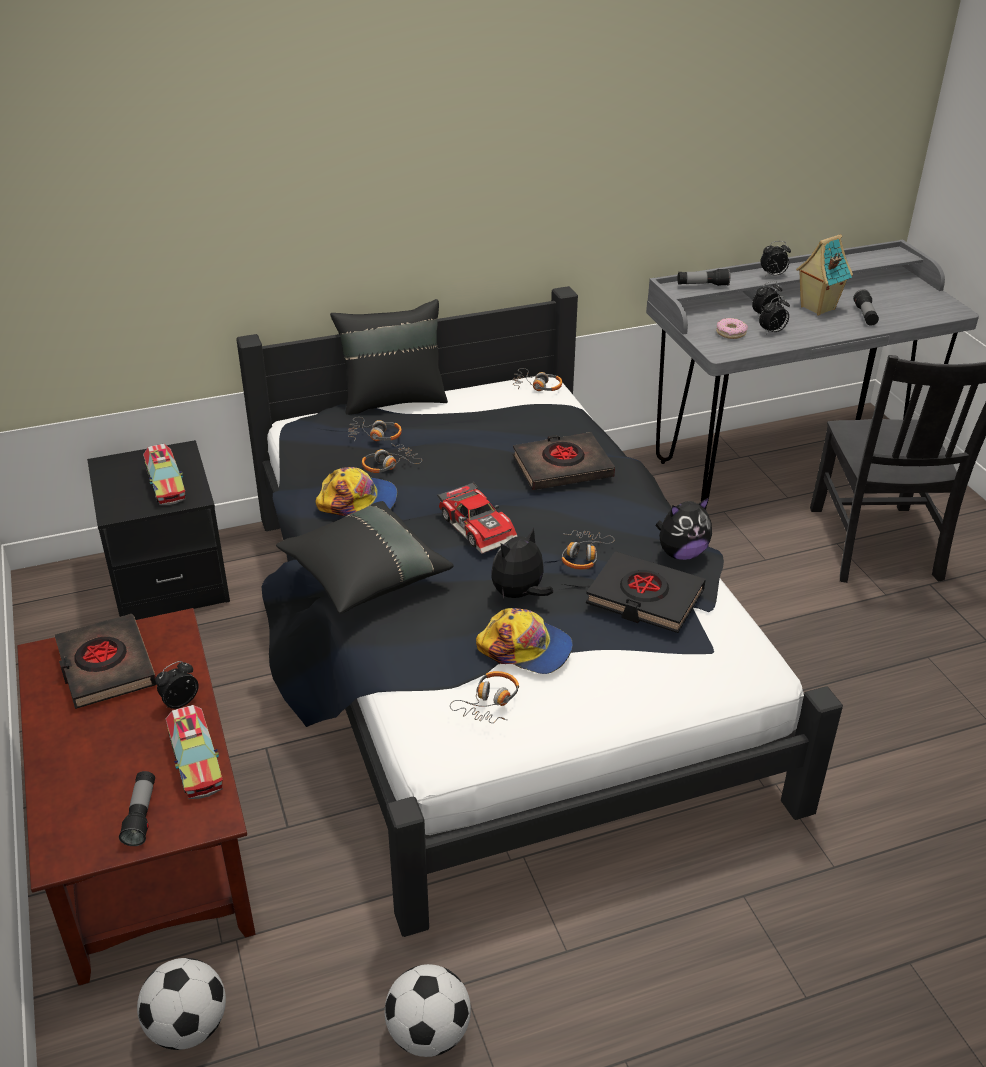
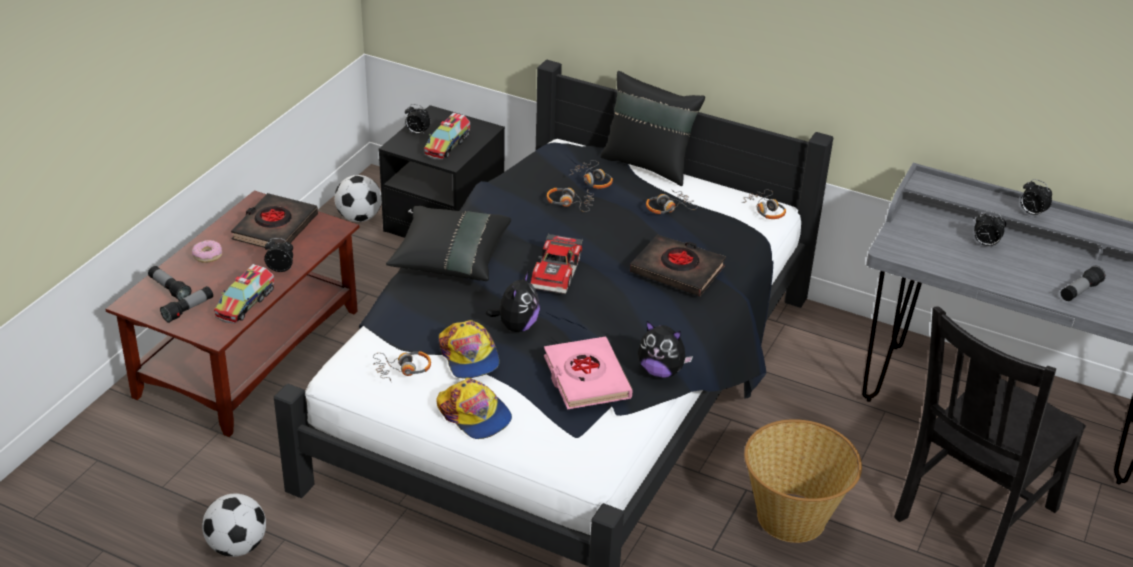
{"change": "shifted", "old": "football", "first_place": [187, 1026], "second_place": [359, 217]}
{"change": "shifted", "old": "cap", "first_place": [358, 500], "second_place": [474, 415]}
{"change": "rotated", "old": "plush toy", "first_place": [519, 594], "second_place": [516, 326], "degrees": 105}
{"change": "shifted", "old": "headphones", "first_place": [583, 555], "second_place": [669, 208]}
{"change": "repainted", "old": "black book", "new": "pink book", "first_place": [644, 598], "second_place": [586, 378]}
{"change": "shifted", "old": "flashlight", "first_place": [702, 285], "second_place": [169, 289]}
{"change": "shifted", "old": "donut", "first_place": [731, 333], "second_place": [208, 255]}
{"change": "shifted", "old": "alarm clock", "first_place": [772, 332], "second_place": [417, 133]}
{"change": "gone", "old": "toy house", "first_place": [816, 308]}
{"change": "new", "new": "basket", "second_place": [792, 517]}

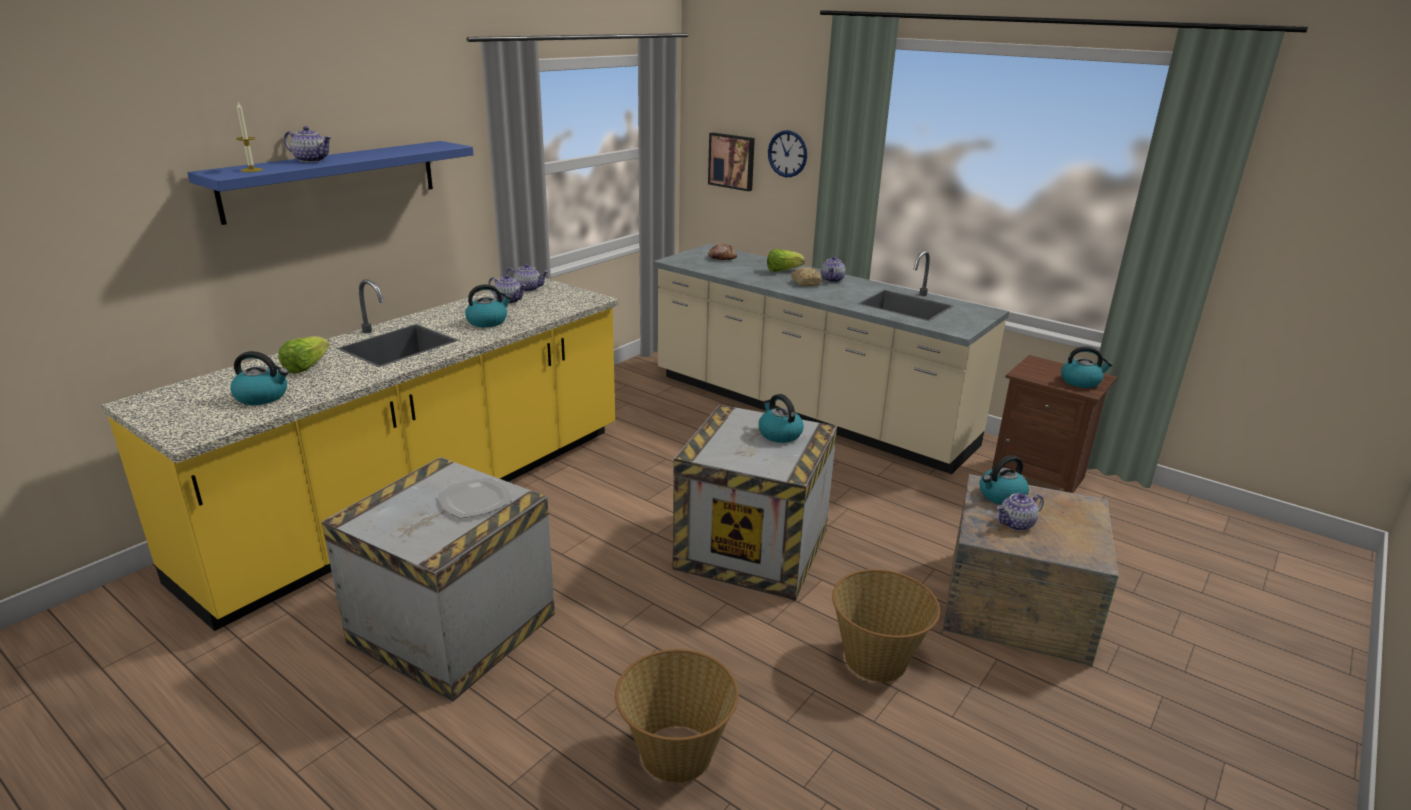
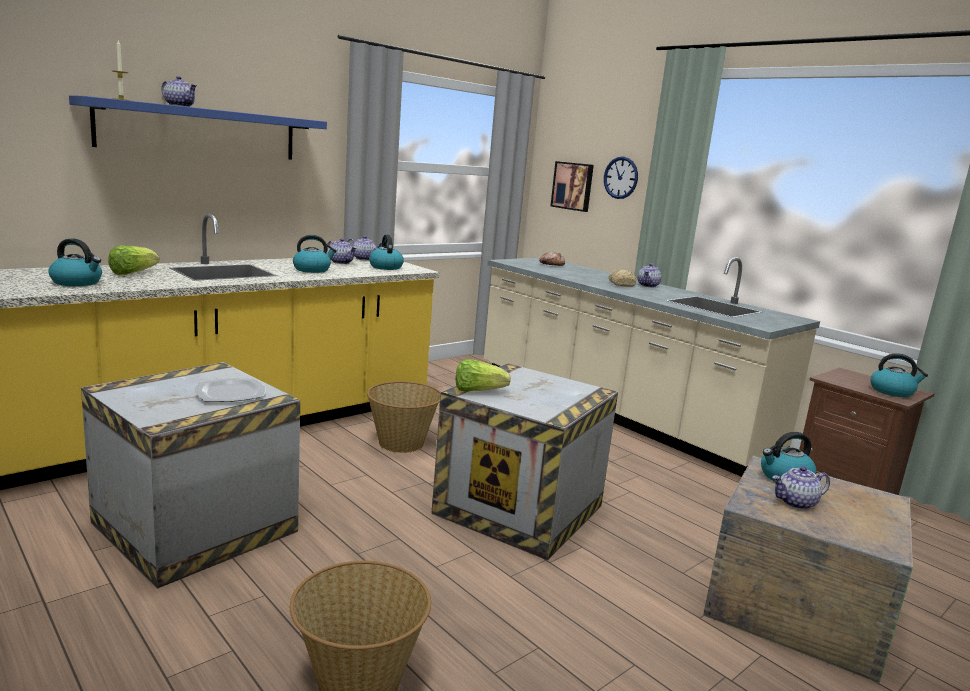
{"change": "shifted", "old": "kettle", "first_place": [779, 434], "second_place": [385, 267]}
{"change": "shifted", "old": "lettuce", "first_place": [782, 271], "second_place": [477, 391]}
{"change": "shifted", "old": "basket", "first_place": [877, 659], "second_place": [402, 443]}

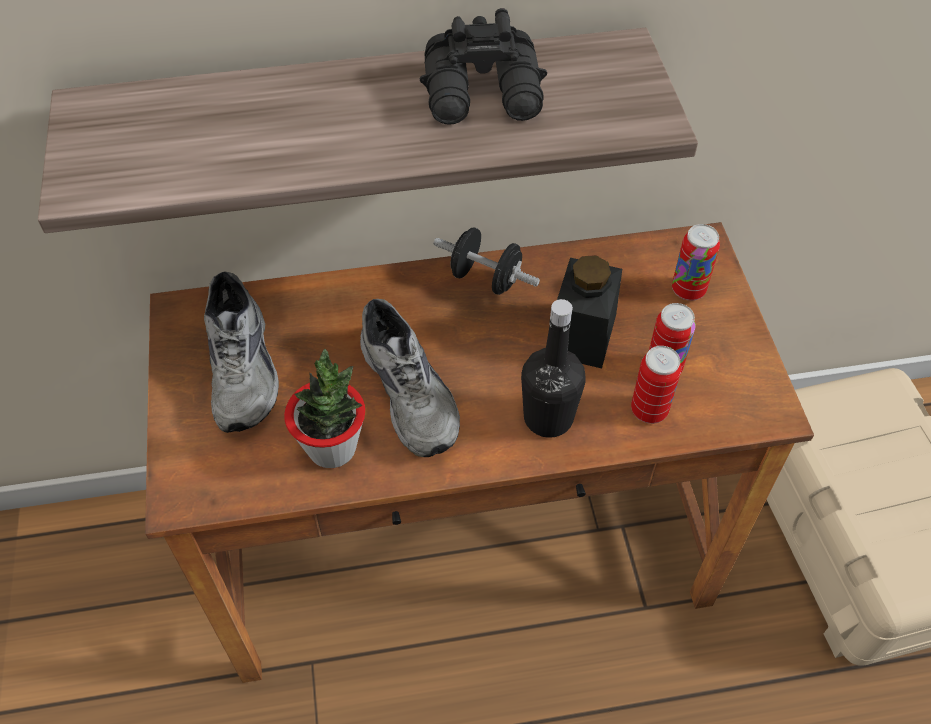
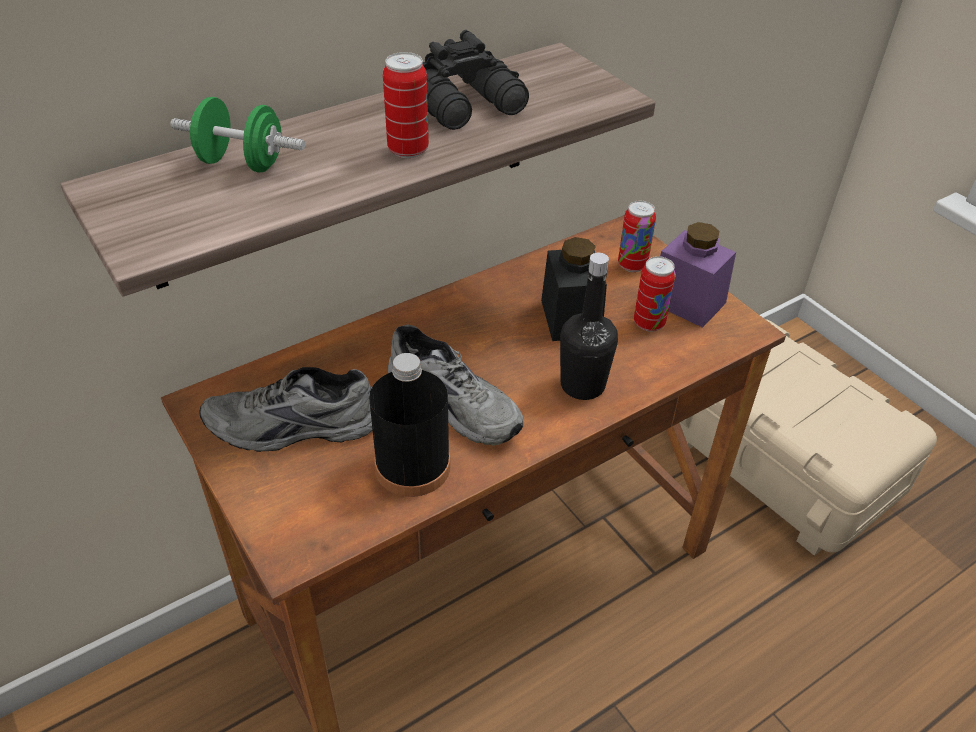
{"change": "rotated", "old": "grey shoe", "first_place": [245, 368], "second_place": [292, 429], "degrees": 120}
{"change": "swapped", "old": "potted plant", "new": "black bottle", "first_place": [332, 448], "second_place": [412, 466]}
{"change": "gone", "old": "black dumbbell", "first_place": [485, 278]}
{"change": "shifted", "old": "can", "first_place": [649, 410], "second_place": [408, 150]}
{"change": "new", "new": "green dumbbell", "second_place": [242, 163]}
{"change": "new", "new": "purple jar", "second_place": [687, 302]}

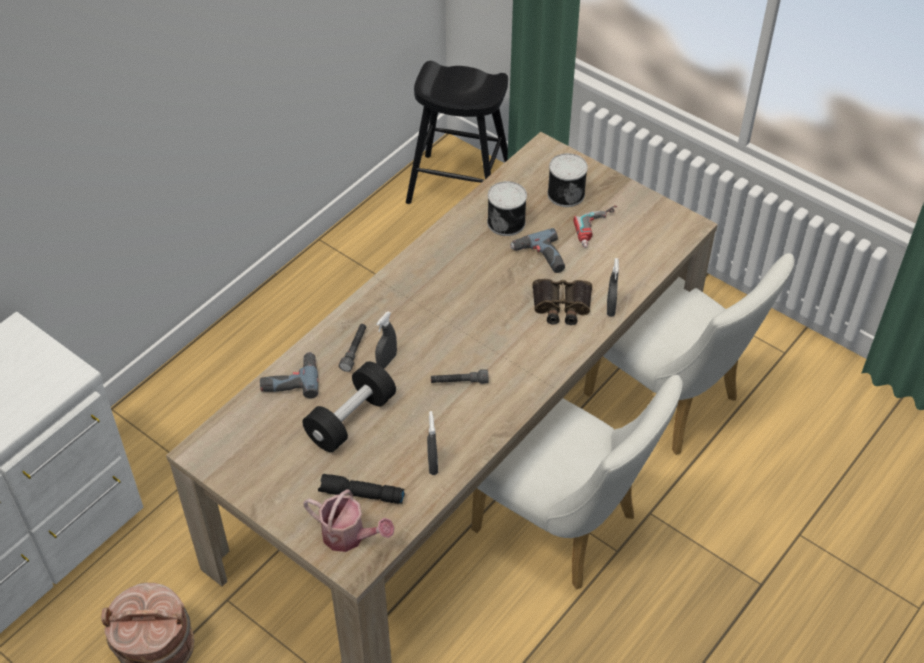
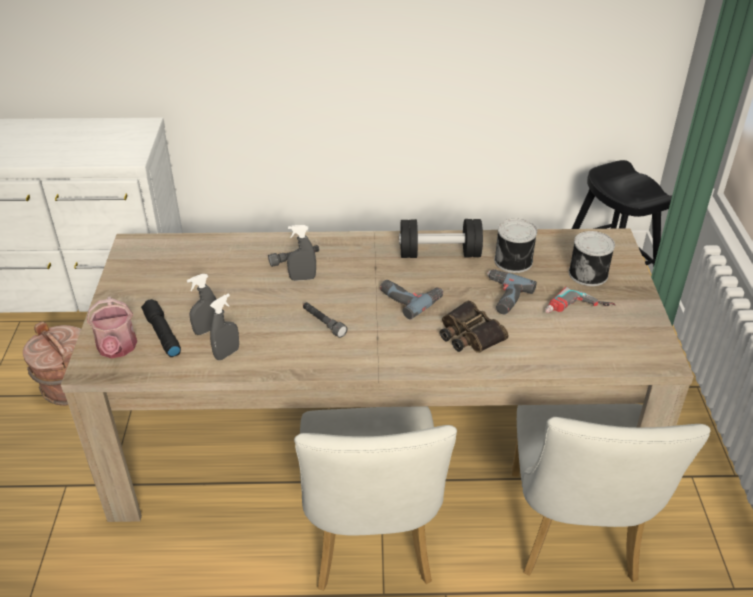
{"change": "shifted", "old": "power drill", "first_place": [290, 379], "second_place": [410, 298]}
{"change": "shifted", "old": "black dumbbell", "first_place": [351, 419], "second_place": [439, 253]}
{"change": "shifted", "old": "grey spray bottle", "first_place": [610, 308], "second_place": [207, 330]}

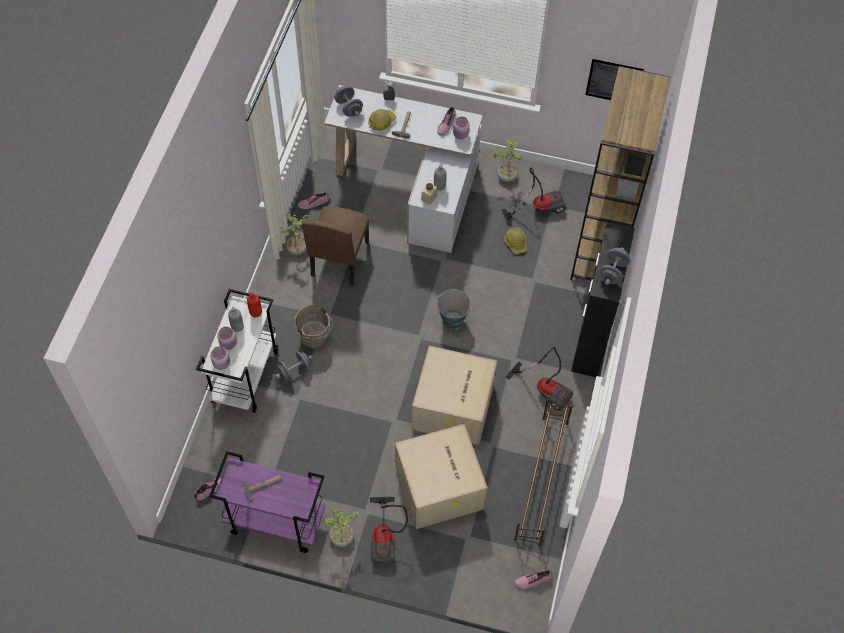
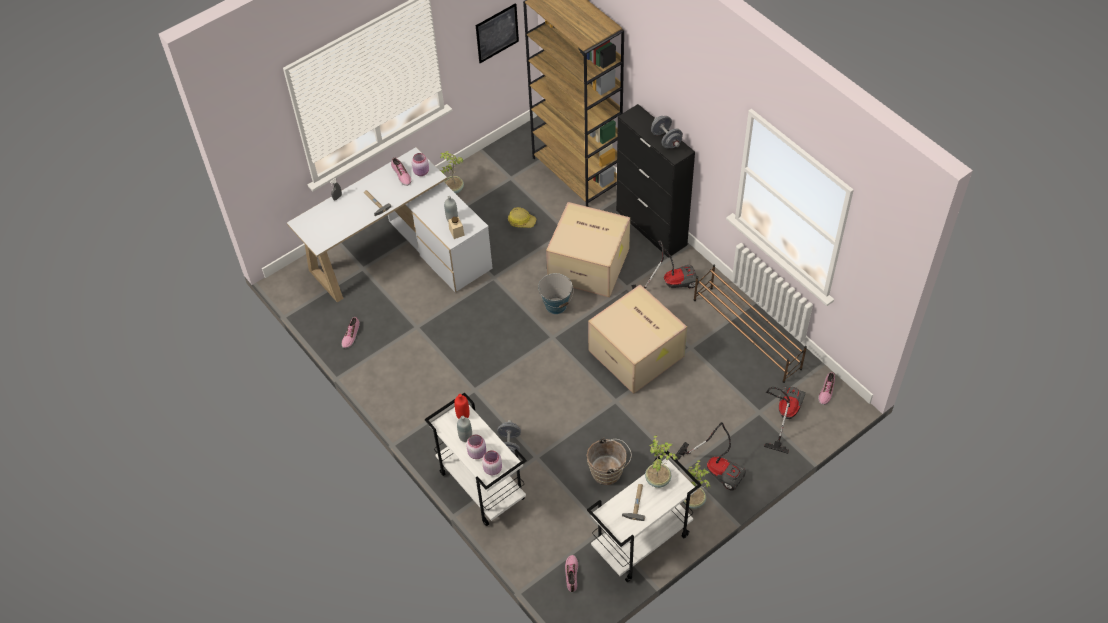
{"change": "repainted", "old": "purple cart", "new": "white cart", "first_place": [275, 522], "second_place": [641, 542]}
{"change": "shifted", "old": "potted plant", "first_place": [297, 249], "second_place": [658, 479]}
{"change": "shifted", "old": "brown bucket", "first_place": [315, 338], "second_place": [609, 472]}
{"change": "gone", "old": "brown chair", "first_place": [339, 258]}
{"change": "gone", "old": "grey dumbbell", "first_place": [349, 108]}
{"change": "gone", "old": "hard hat", "first_place": [381, 122]}
{"change": "shifted", "old": "cardboard box", "first_place": [440, 487], "second_place": [590, 264]}
{"change": "shifted", "old": "vacuum cleaner", "first_place": [538, 208], "second_place": [783, 415]}

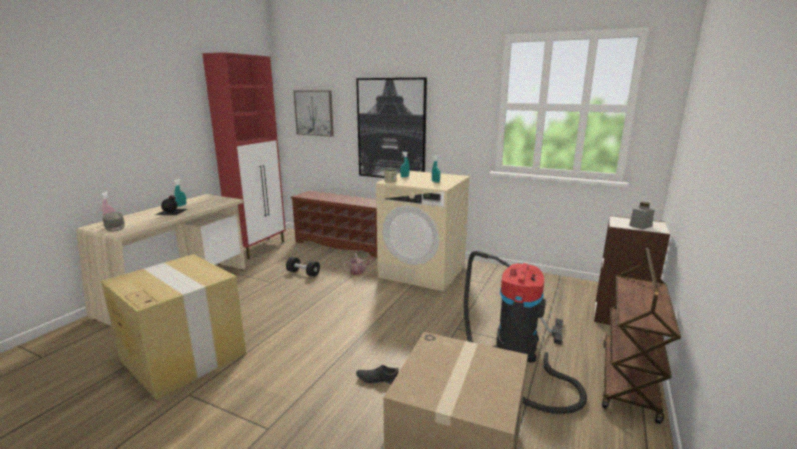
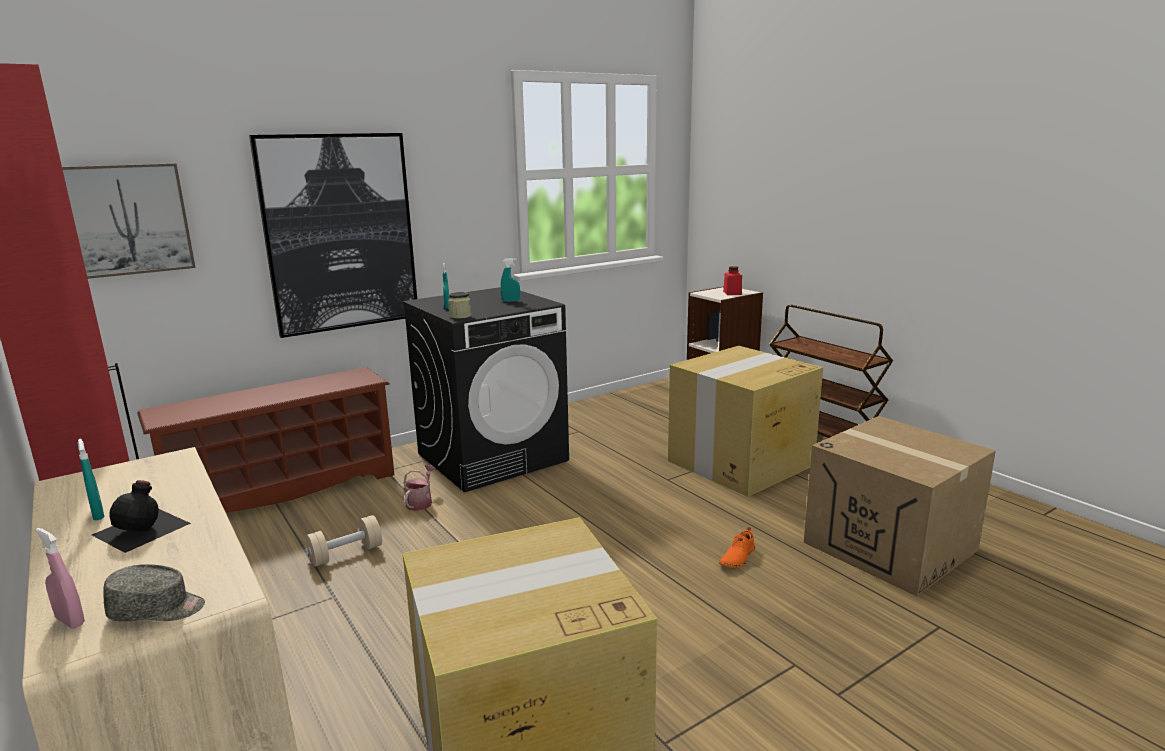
{"change": "repainted", "old": "black dumbbell", "new": "beige dumbbell", "first_place": [303, 273], "second_place": [346, 554]}
{"change": "repainted", "old": "black shoe", "new": "orange shoe", "first_place": [377, 379], "second_place": [737, 557]}
{"change": "repainted", "old": "beige washing machine", "new": "black washing machine", "first_place": [423, 271], "second_place": [493, 457]}
{"change": "swapped", "old": "vacuum cleaner", "new": "cardboard box", "first_place": [516, 350], "second_place": [739, 463]}
{"change": "repainted", "old": "grey jar", "new": "red jar", "first_place": [640, 226], "second_place": [732, 293]}

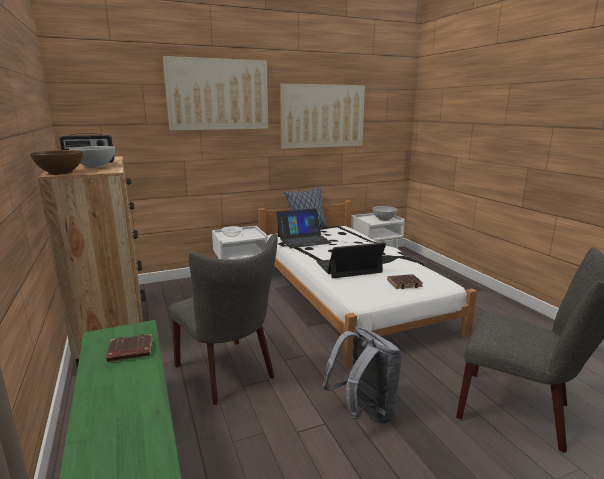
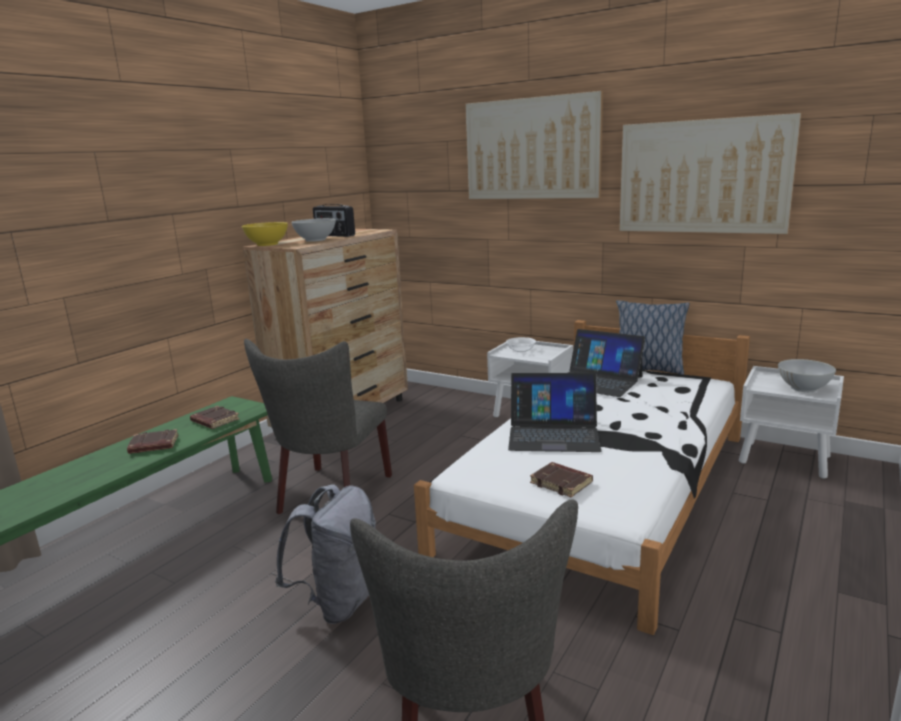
{"change": "repainted", "old": "brown bowl", "new": "yellow bowl", "first_place": [61, 173], "second_place": [267, 244]}
{"change": "rotated", "old": "laptop", "first_place": [348, 267], "second_place": [553, 434], "degrees": 150}
{"change": "new", "new": "brown book", "second_place": [153, 446]}

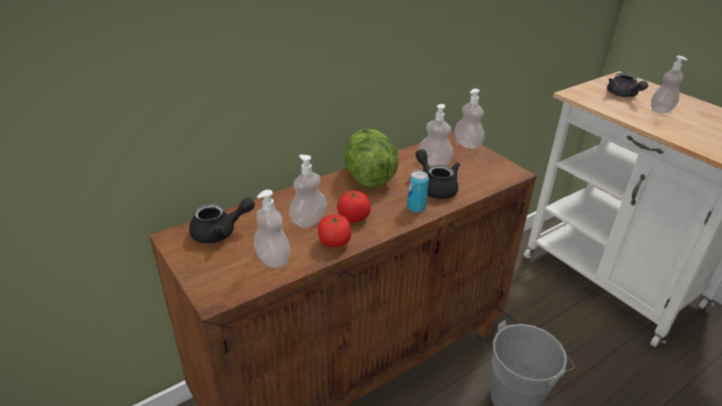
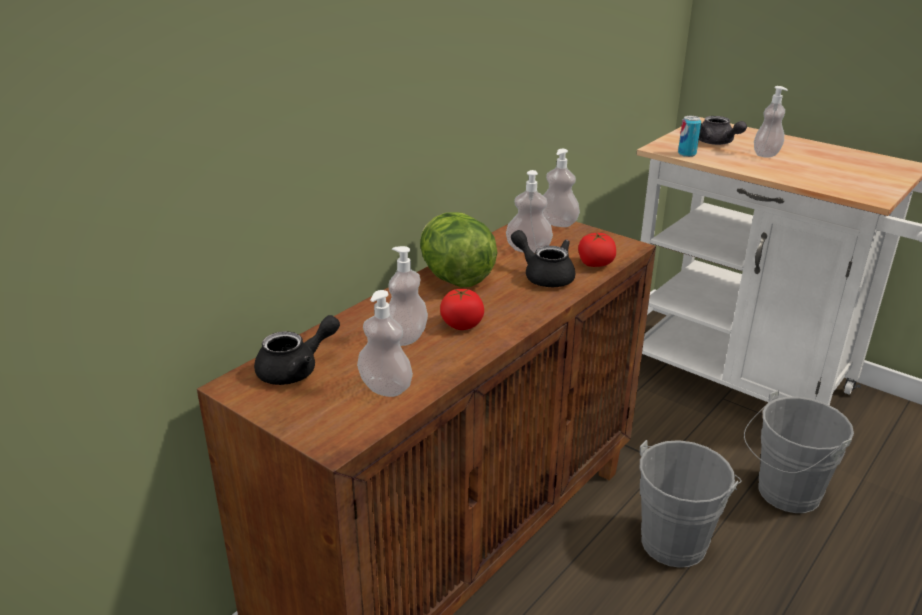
{"change": "shifted", "old": "tomato", "first_place": [334, 242], "second_place": [595, 264]}
{"change": "shifted", "old": "can", "first_place": [416, 207], "second_place": [687, 154]}
{"change": "new", "new": "grey bucket", "second_place": [783, 495]}

